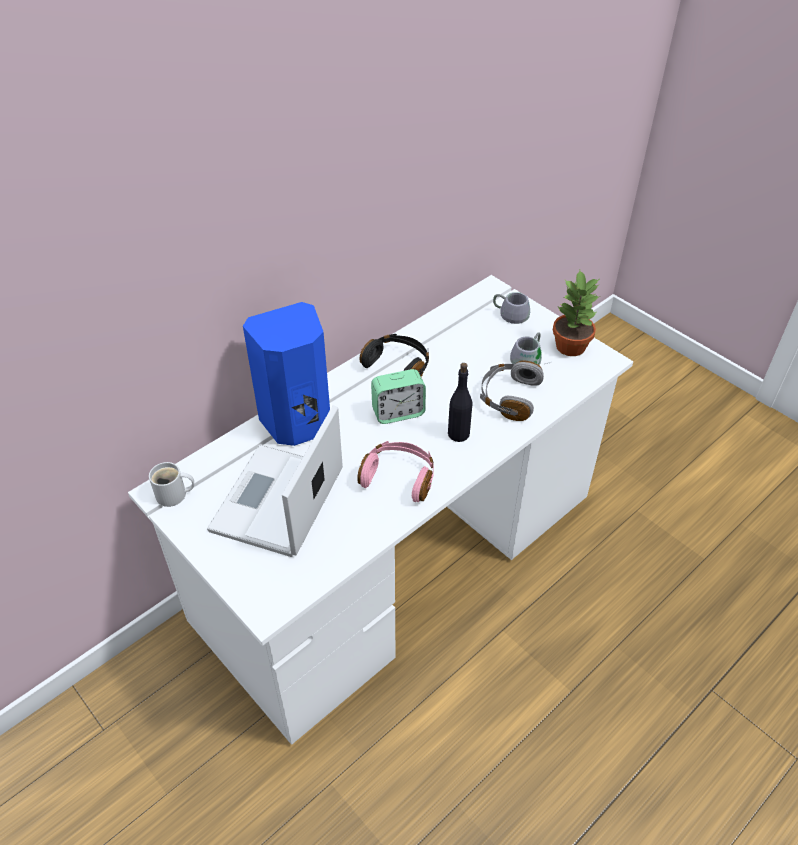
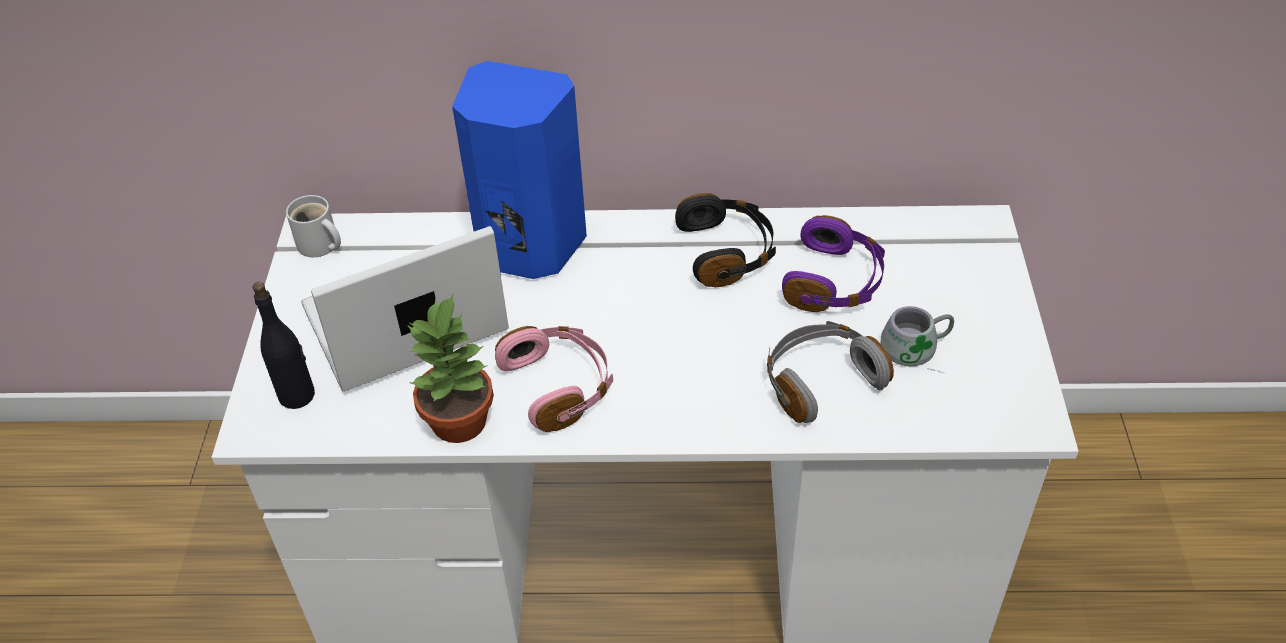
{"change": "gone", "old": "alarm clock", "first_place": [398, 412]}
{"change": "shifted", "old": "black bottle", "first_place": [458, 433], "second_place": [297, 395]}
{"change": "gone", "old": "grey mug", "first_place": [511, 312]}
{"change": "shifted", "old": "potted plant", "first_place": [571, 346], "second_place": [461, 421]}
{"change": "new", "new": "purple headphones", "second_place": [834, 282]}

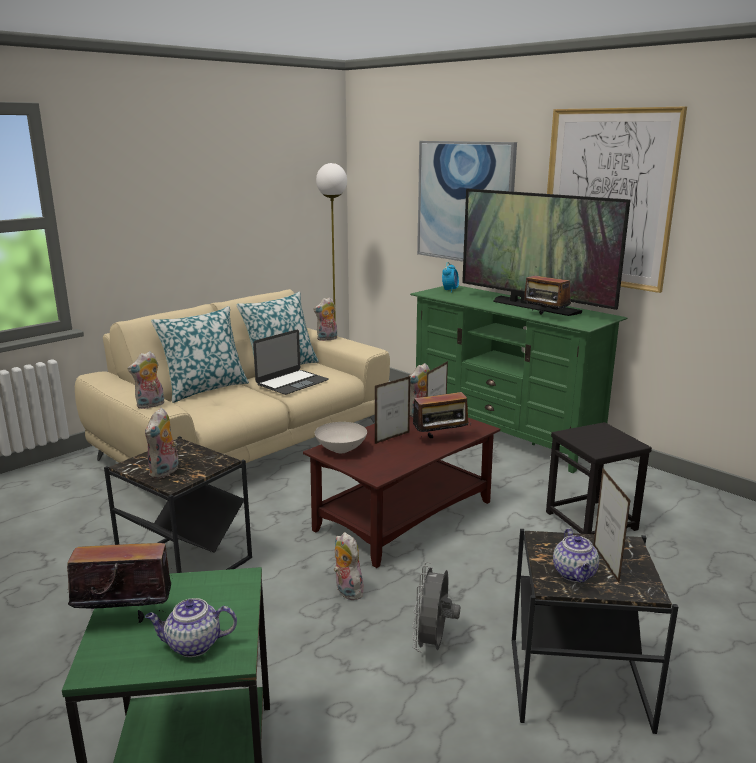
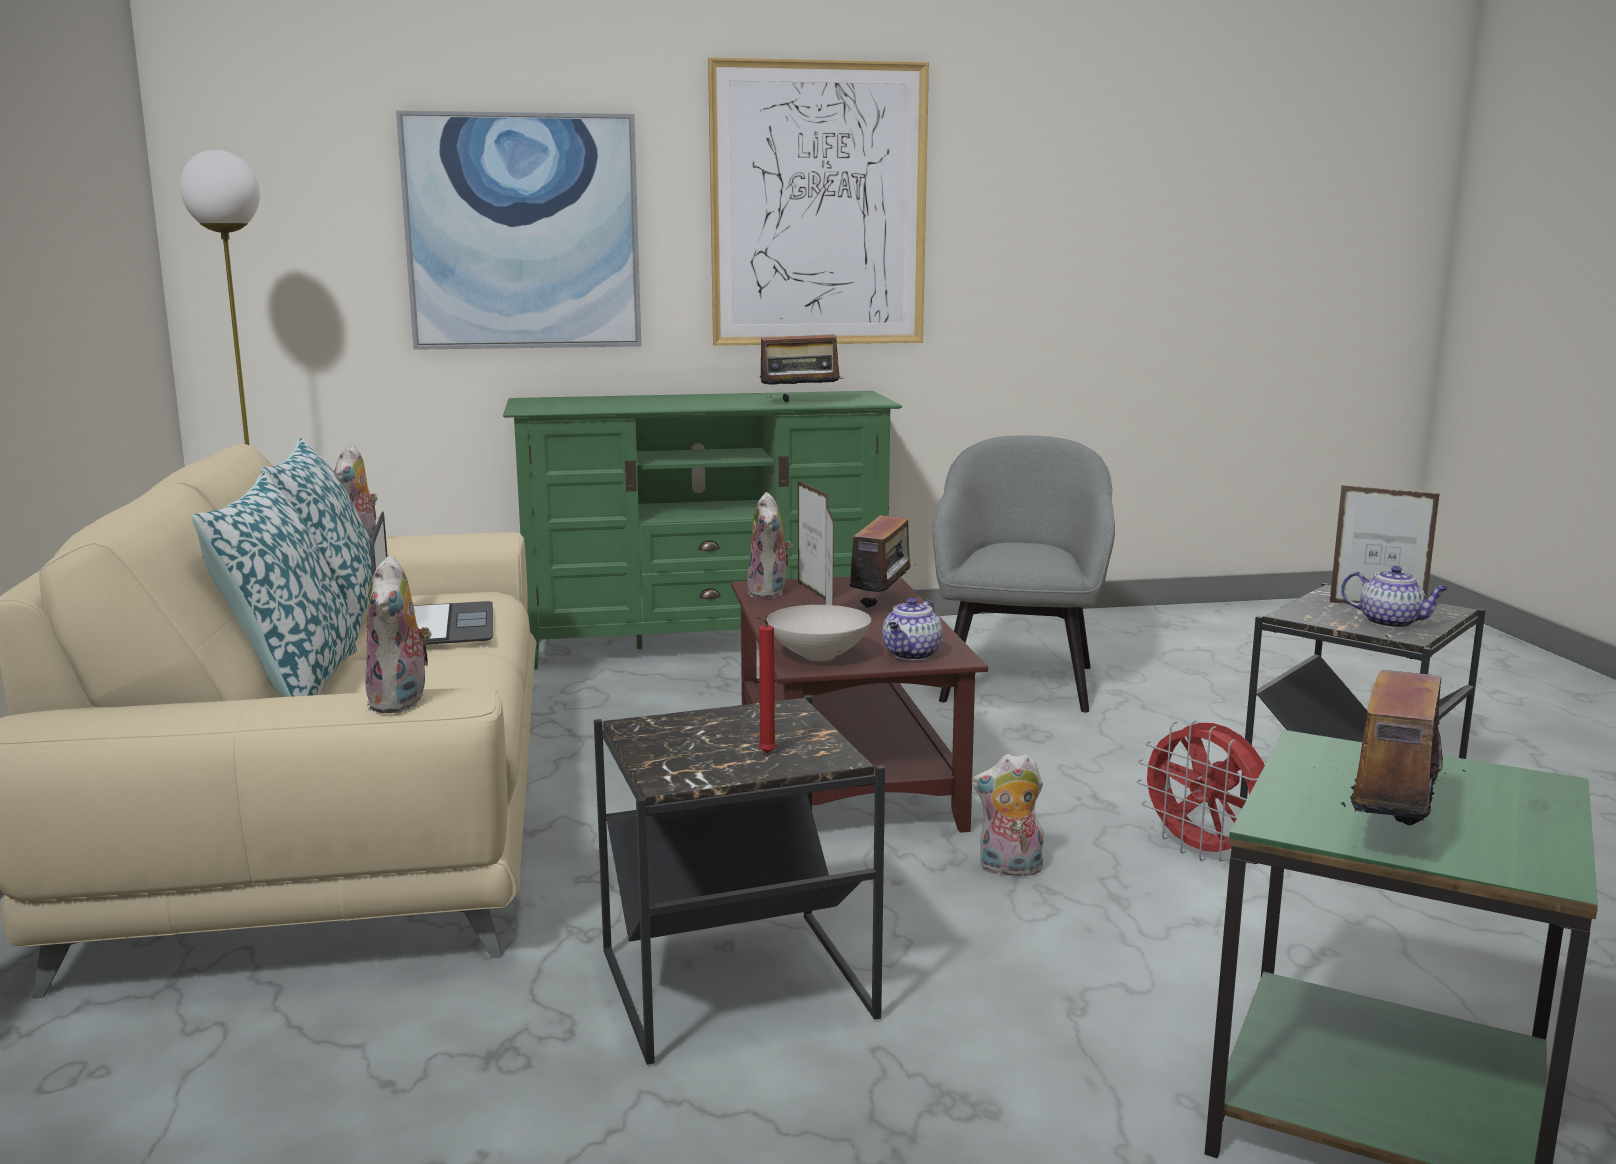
{"change": "swapped", "old": "plush toy", "new": "red candle", "first_place": [165, 472], "second_place": [765, 754]}
{"change": "shifted", "old": "teapot", "first_place": [192, 645], "second_place": [911, 655]}
{"change": "repainted", "old": "grey fan", "new": "red fan", "first_place": [433, 644], "second_place": [1203, 851]}
{"change": "gone", "old": "alarm clock", "first_place": [450, 290]}
{"change": "gone", "old": "television", "first_place": [534, 307]}
{"change": "swapped", "old": "black stool", "new": "grey armchair", "first_place": [591, 521], "second_place": [1018, 682]}

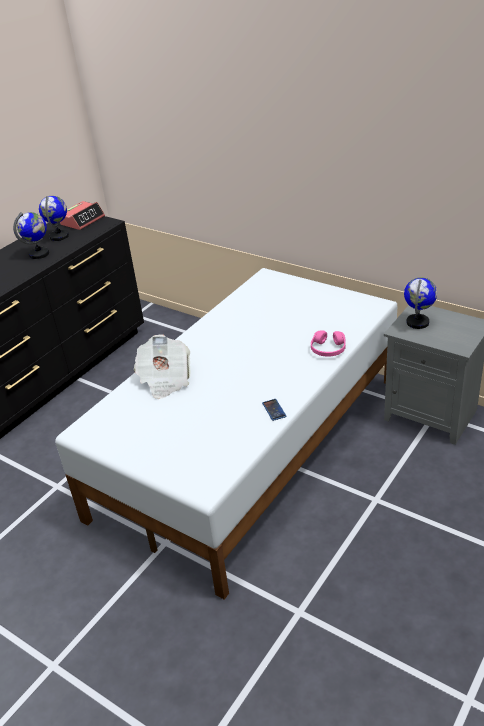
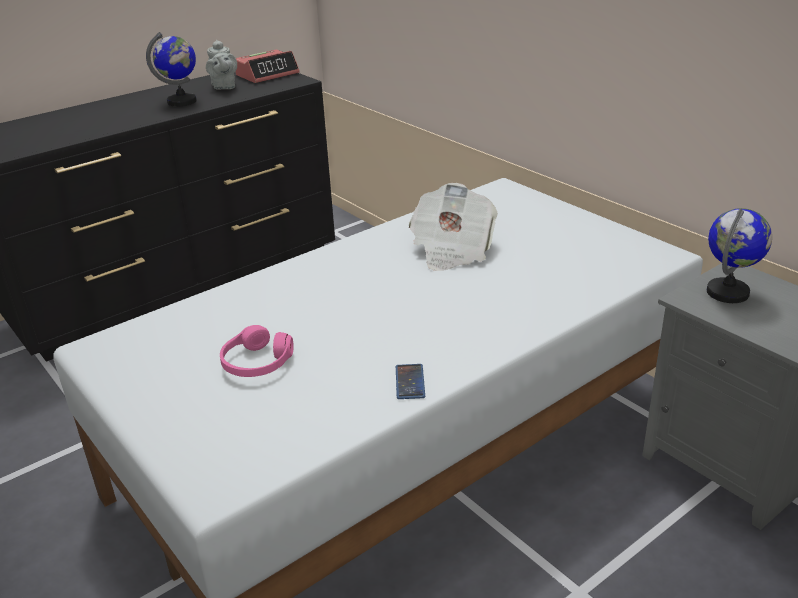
{"change": "swapped", "old": "globe", "new": "grey teapot", "first_place": [59, 236], "second_place": [224, 87]}
{"change": "shifted", "old": "newspaper", "first_place": [165, 379], "second_place": [451, 249]}
{"change": "shifted", "old": "pink headphones", "first_place": [328, 349], "second_place": [256, 363]}

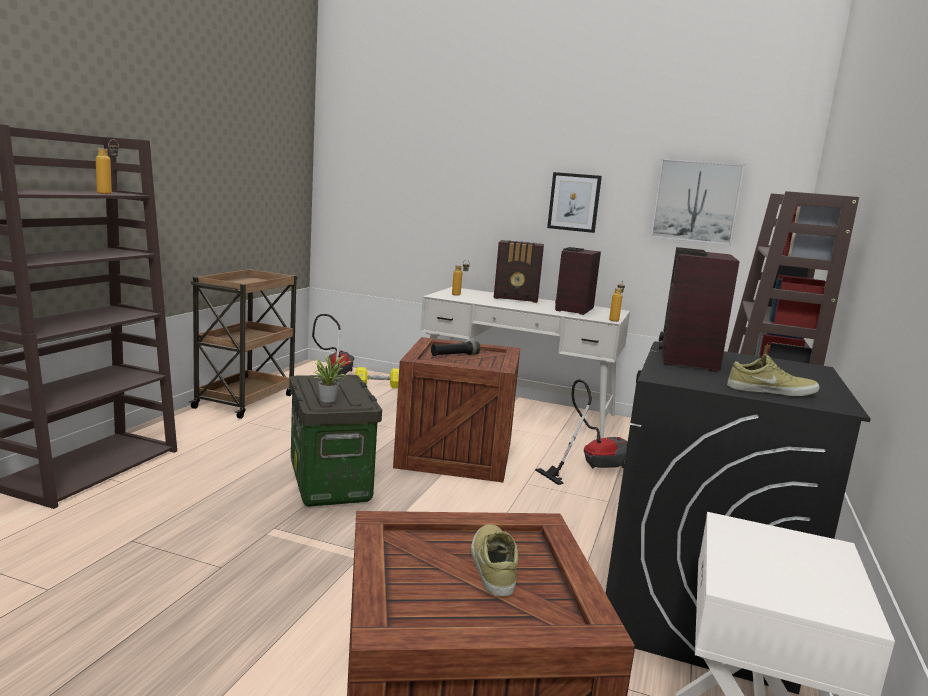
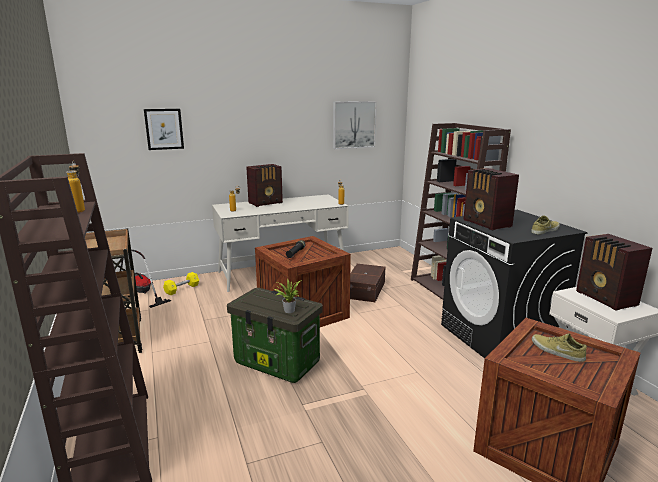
{"change": "swapped", "old": "vacuum cleaner", "new": "brown storage box", "first_place": [591, 466], "second_place": [366, 290]}
{"change": "shifted", "old": "picture", "first_place": [574, 202], "second_place": [164, 129]}
{"change": "shifted", "old": "radio", "first_place": [573, 309], "second_place": [606, 299]}

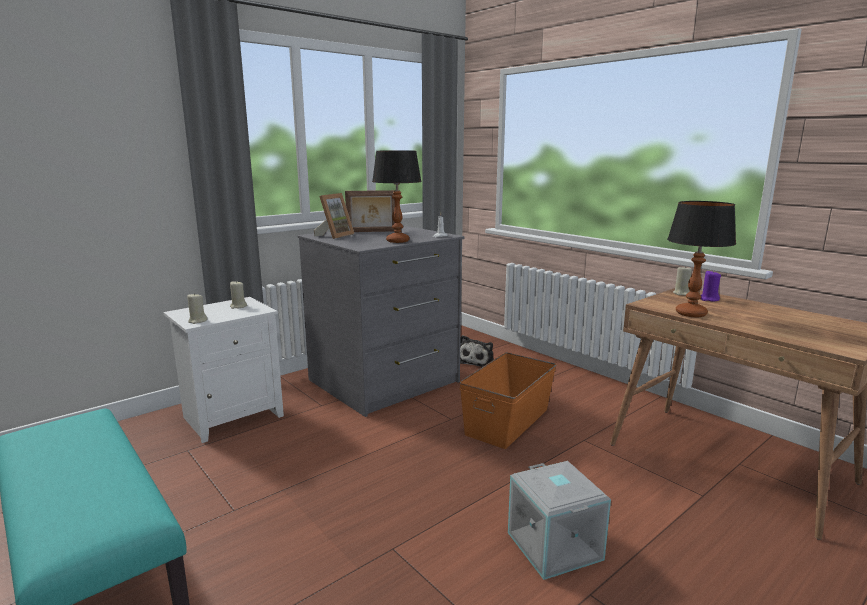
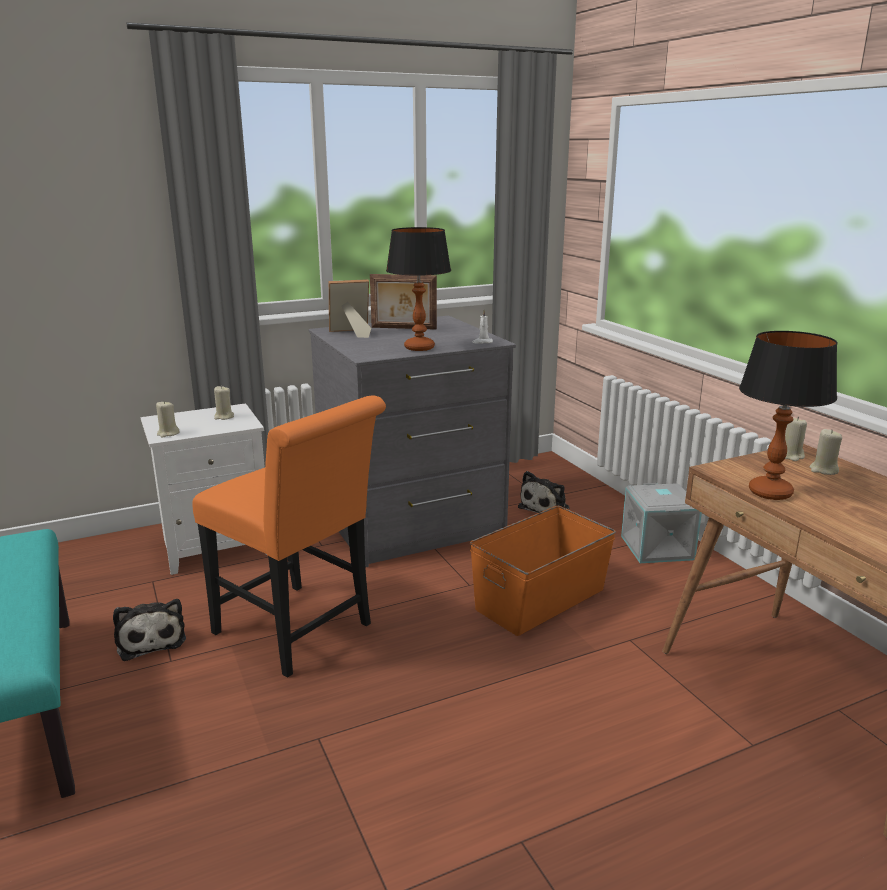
{"change": "rotated", "old": "picture frame", "first_place": [334, 236], "second_place": [350, 333], "degrees": -150}
{"change": "shifted", "old": "grey storage box", "first_place": [556, 546], "second_place": [658, 548]}
{"change": "repainted", "old": "purple candle", "new": "beige candle", "first_place": [708, 299], "second_place": [823, 470]}
{"change": "new", "new": "plush toy", "second_place": [151, 639]}
{"change": "new", "new": "orange chair", "second_place": [300, 632]}

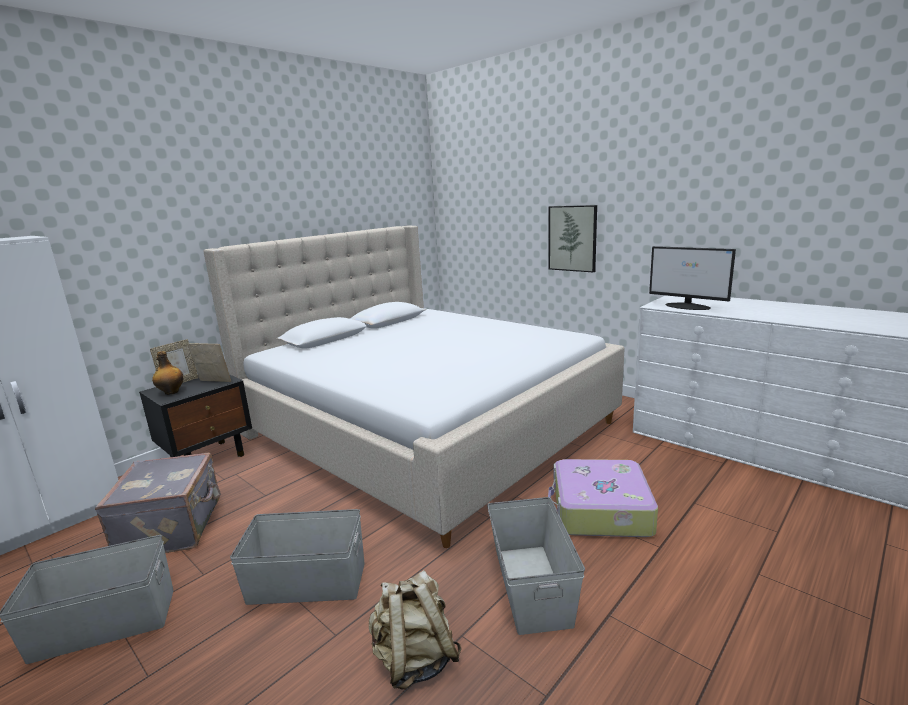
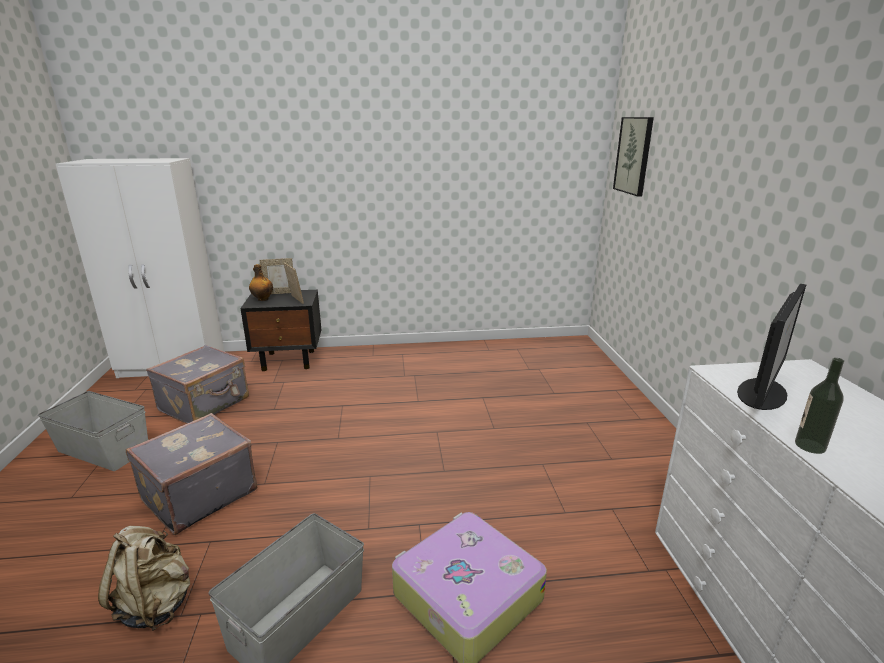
{"change": "gone", "old": "beige bed", "first_place": [426, 427]}
{"change": "swapped", "old": "grey storage box", "new": "grey suitcase", "first_place": [307, 583], "second_place": [198, 495]}
{"change": "shifted", "old": "picture", "first_place": [572, 238], "second_place": [634, 155]}
{"change": "rotated", "old": "monitor", "first_place": [688, 306], "second_place": [762, 393], "degrees": -135}
{"change": "new", "new": "bottle", "second_place": [810, 446]}

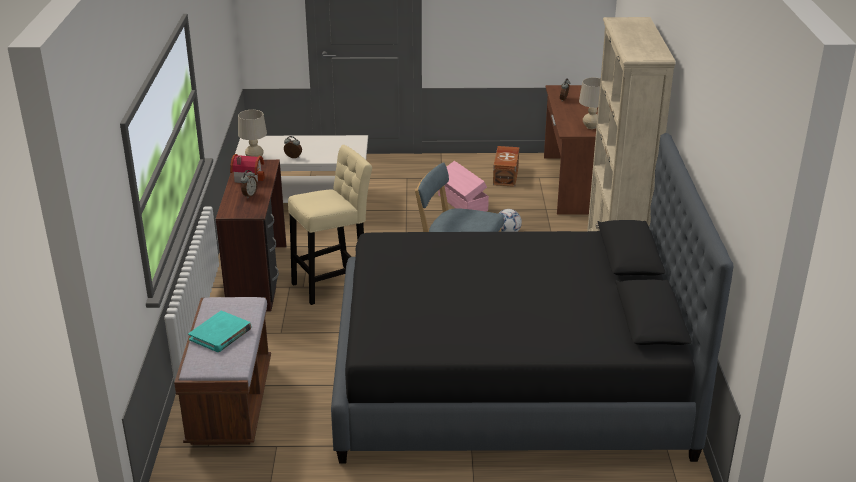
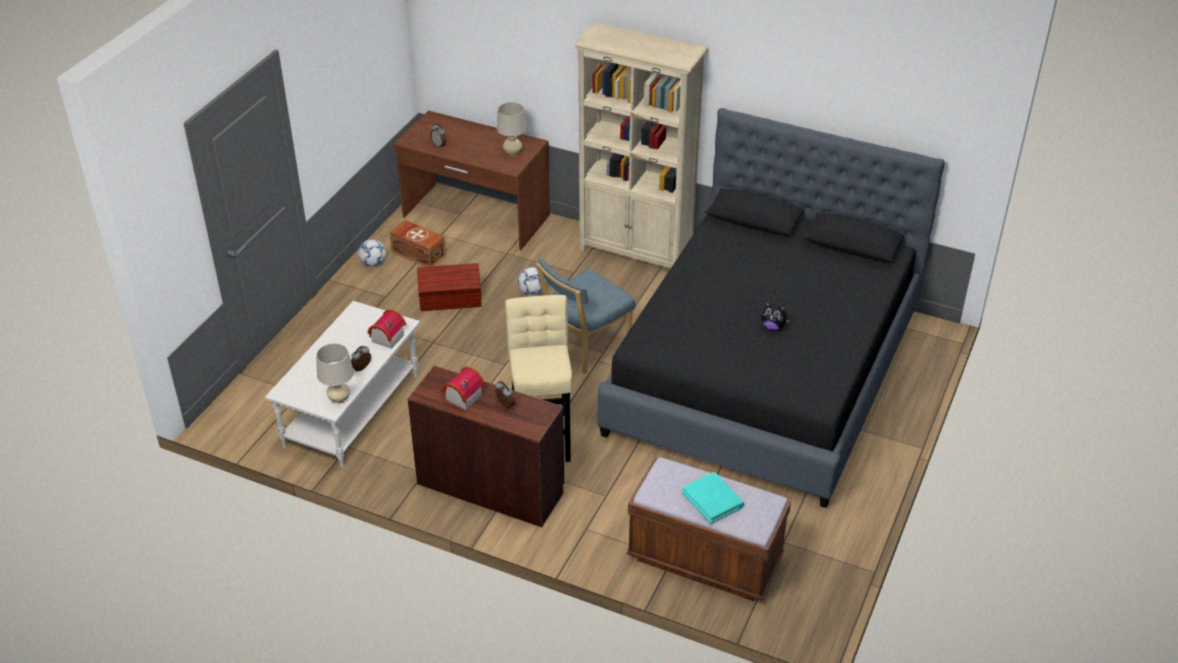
{"change": "repainted", "old": "pink storage box", "new": "brown storage box", "first_place": [462, 203], "second_place": [451, 301]}
{"change": "new", "new": "football", "second_place": [373, 264]}
{"change": "new", "new": "toy house", "second_place": [385, 338]}
{"change": "new", "new": "plush toy", "second_place": [773, 327]}

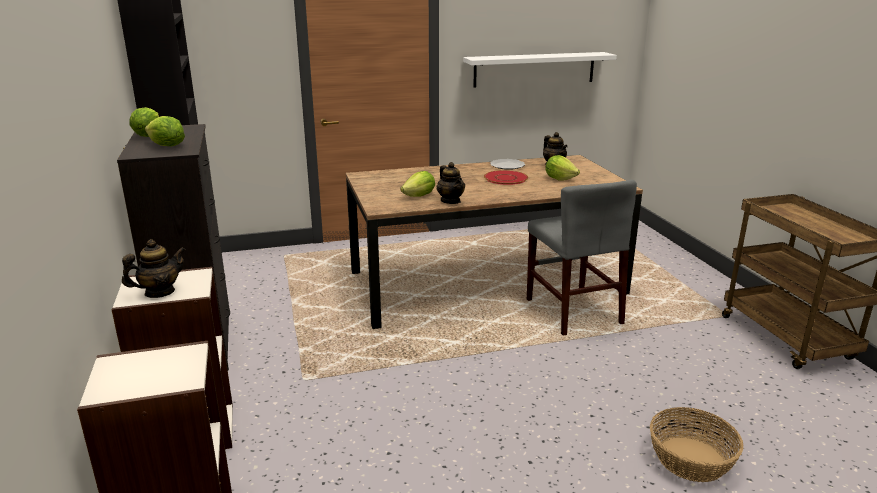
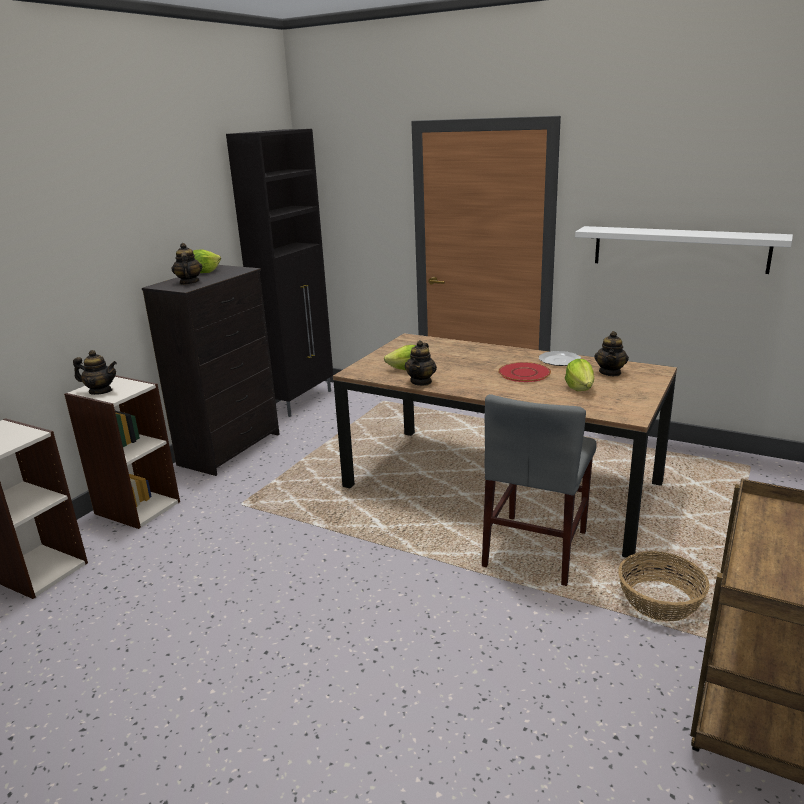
{"change": "swapped", "old": "lettuce", "new": "teapot", "first_place": [166, 146], "second_place": [189, 282]}
{"change": "shifted", "old": "basket", "first_place": [691, 459], "second_place": [660, 601]}

